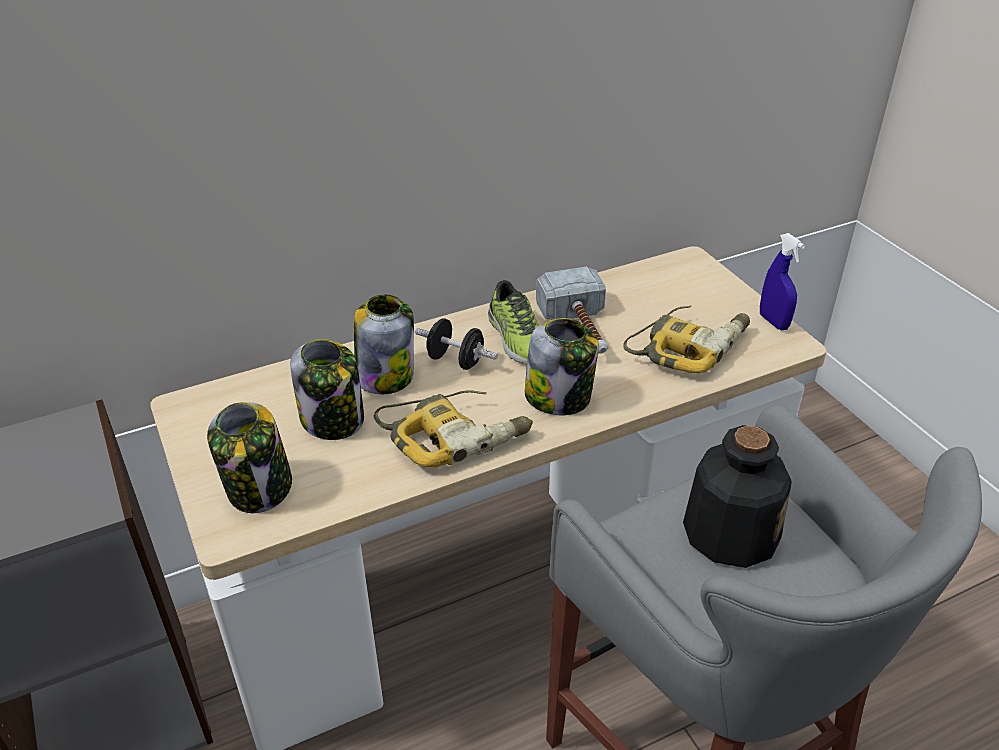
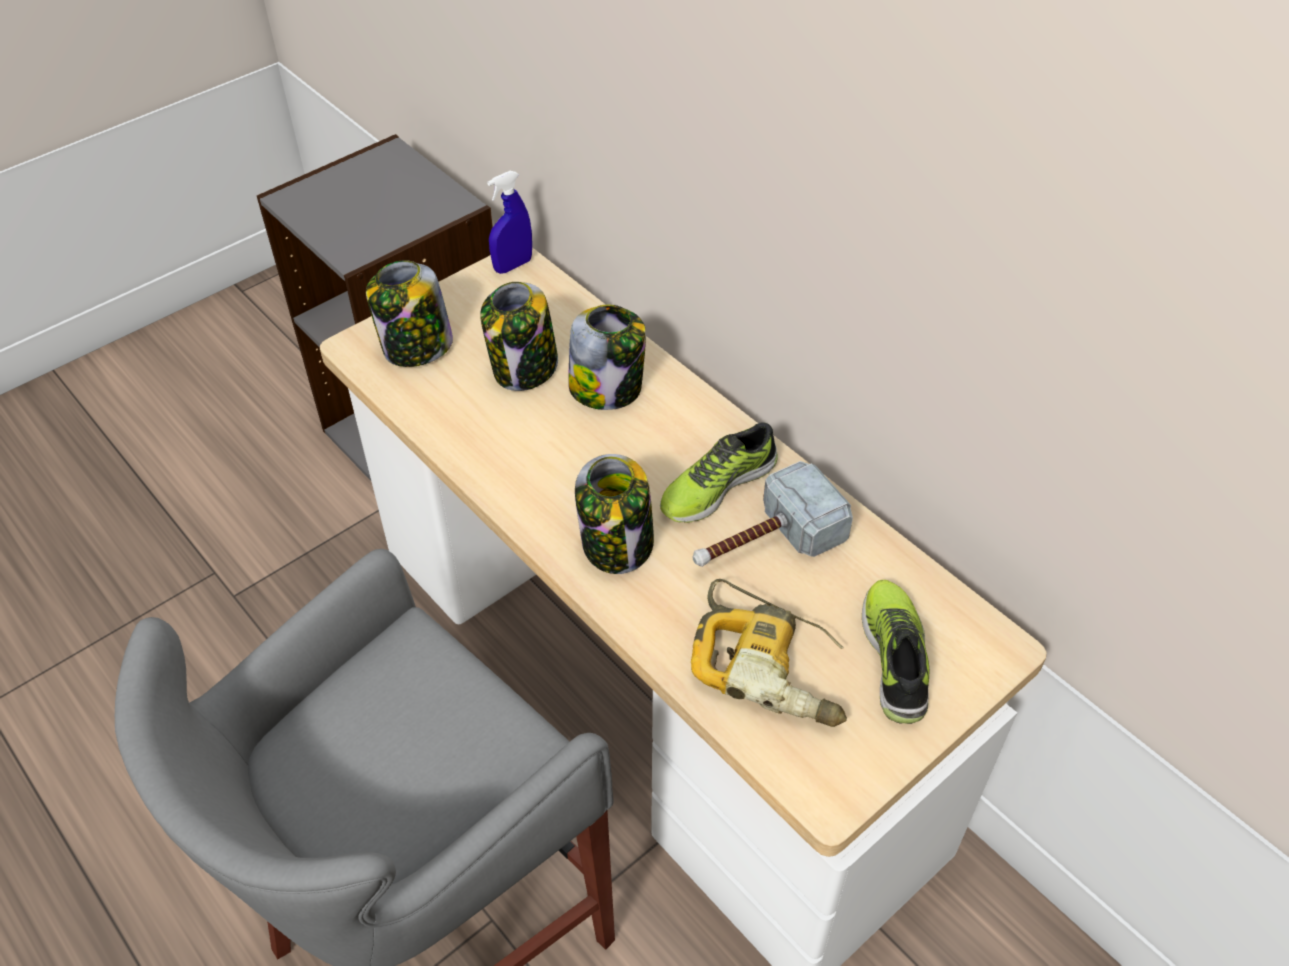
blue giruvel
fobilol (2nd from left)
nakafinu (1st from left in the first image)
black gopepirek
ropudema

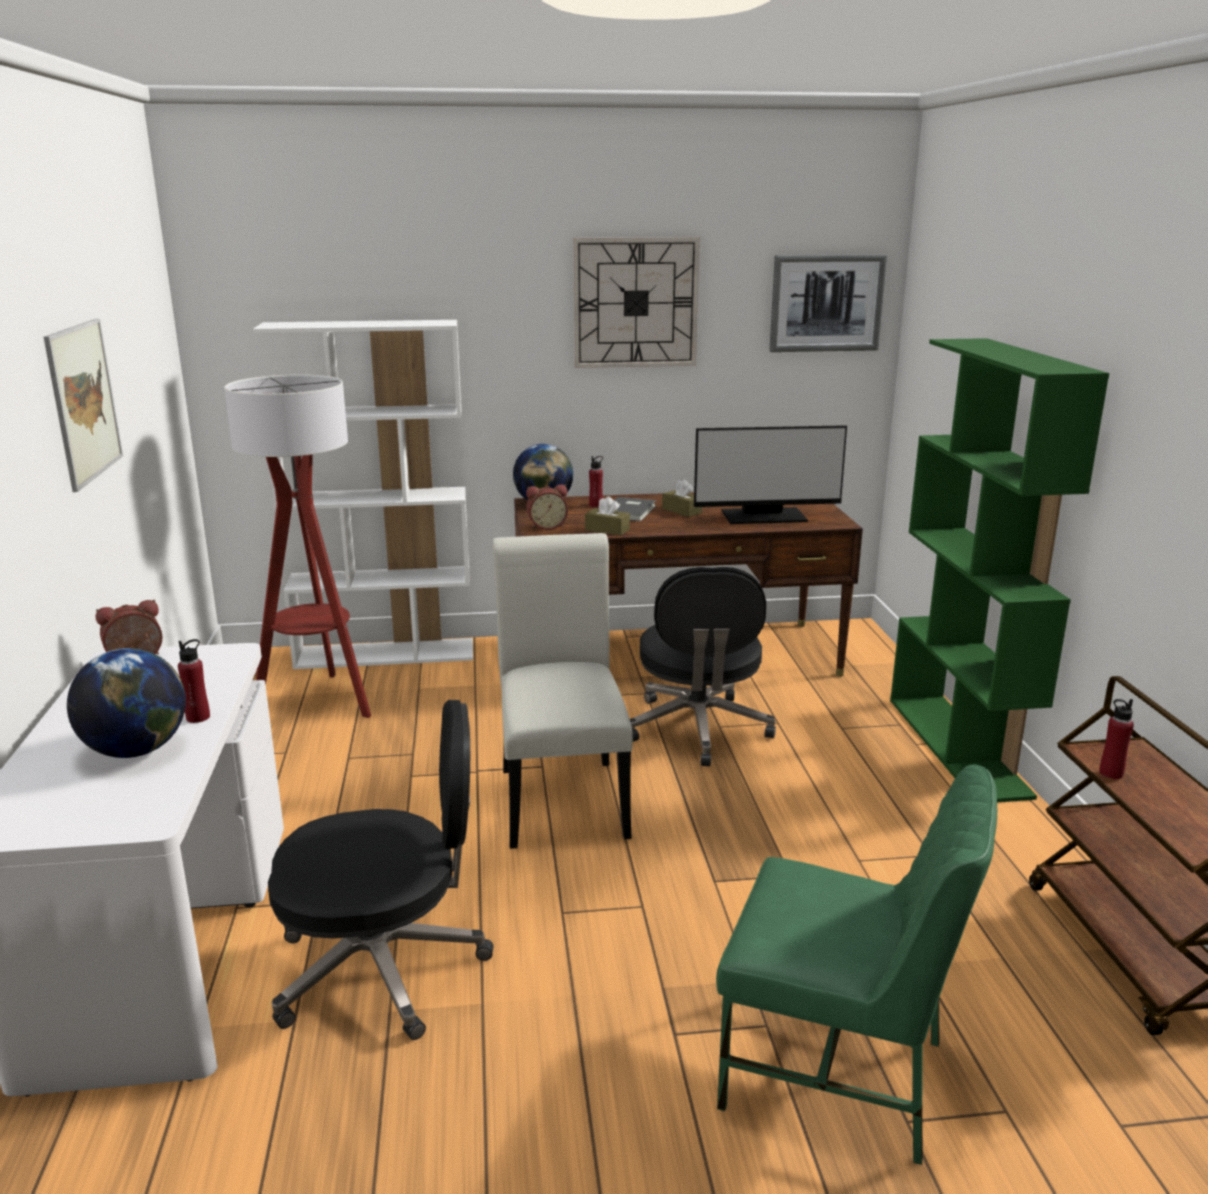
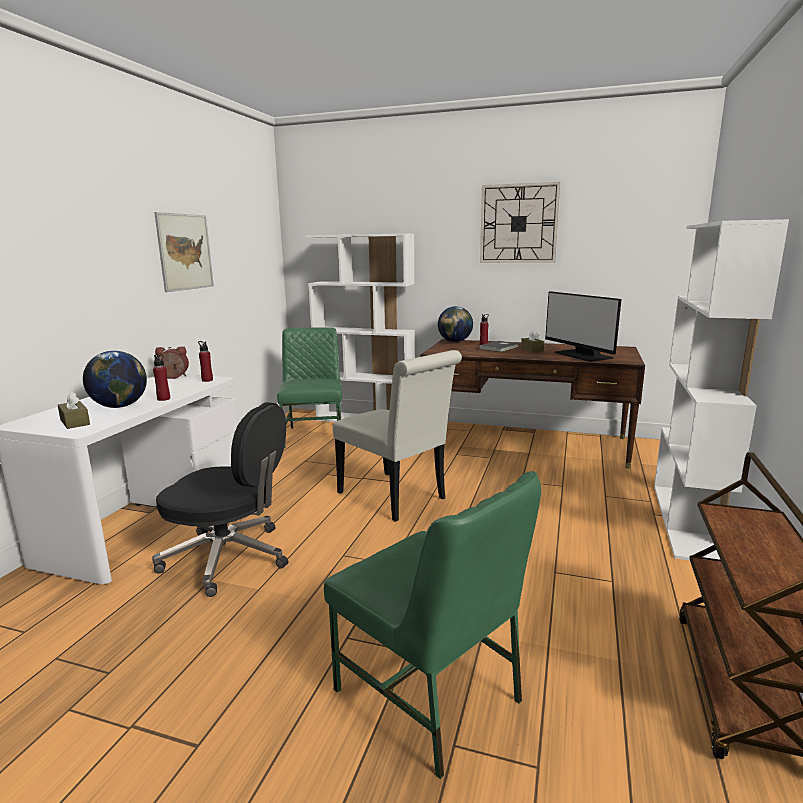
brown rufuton (1st from left)
red ropudema (2nd from left)
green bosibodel (1st from left)
white bosibodel
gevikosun
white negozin (2nd from left)
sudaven (2nd from left in the first image)
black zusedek (2nd from left in the first image)
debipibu (2nd from left in the first image)

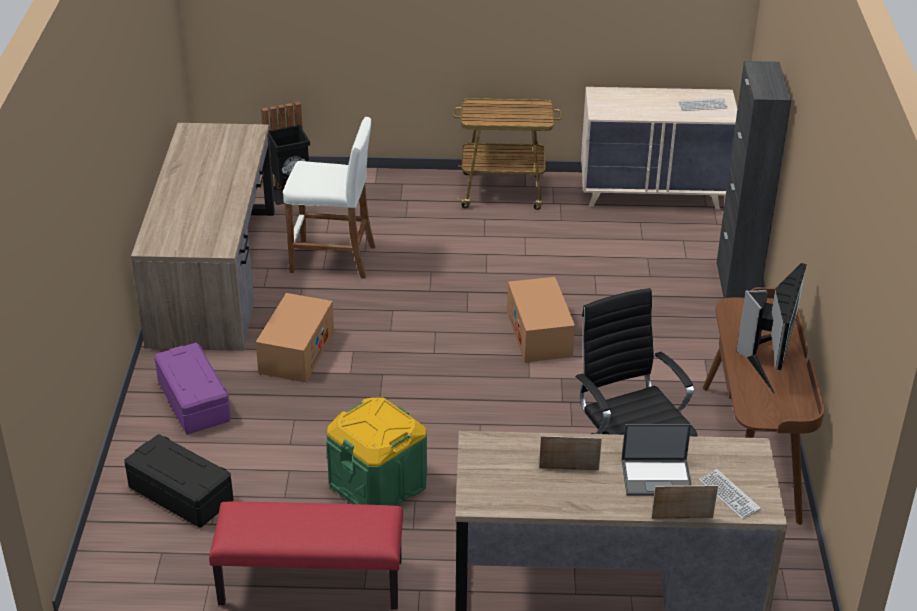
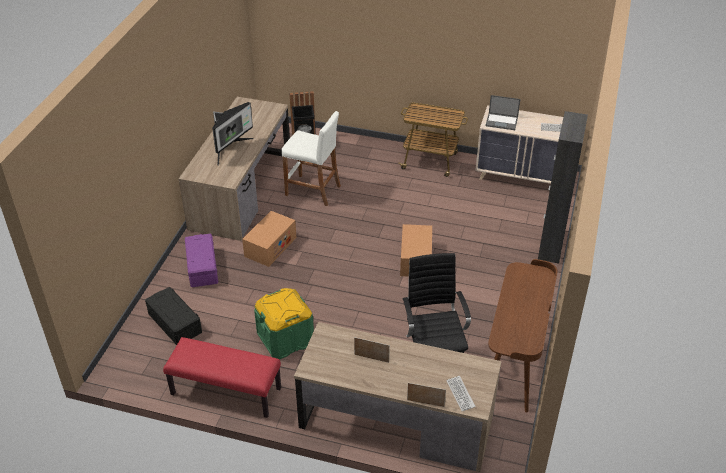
gevikosun
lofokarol

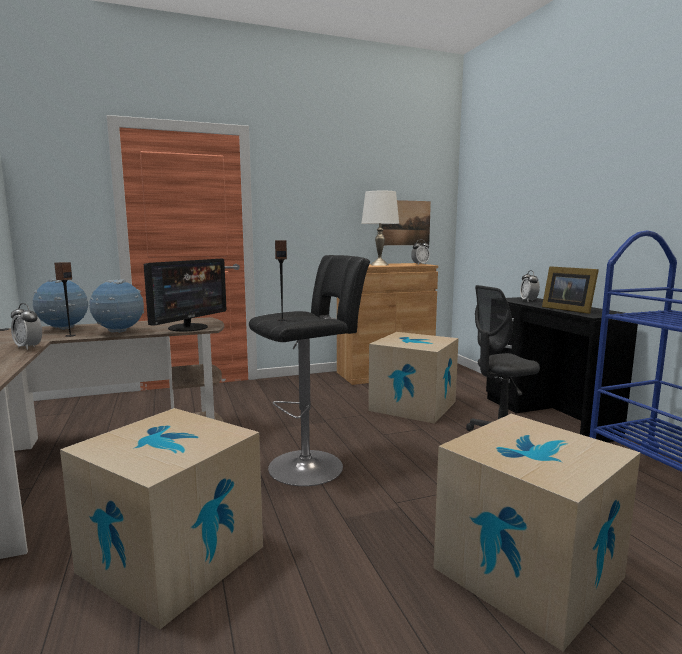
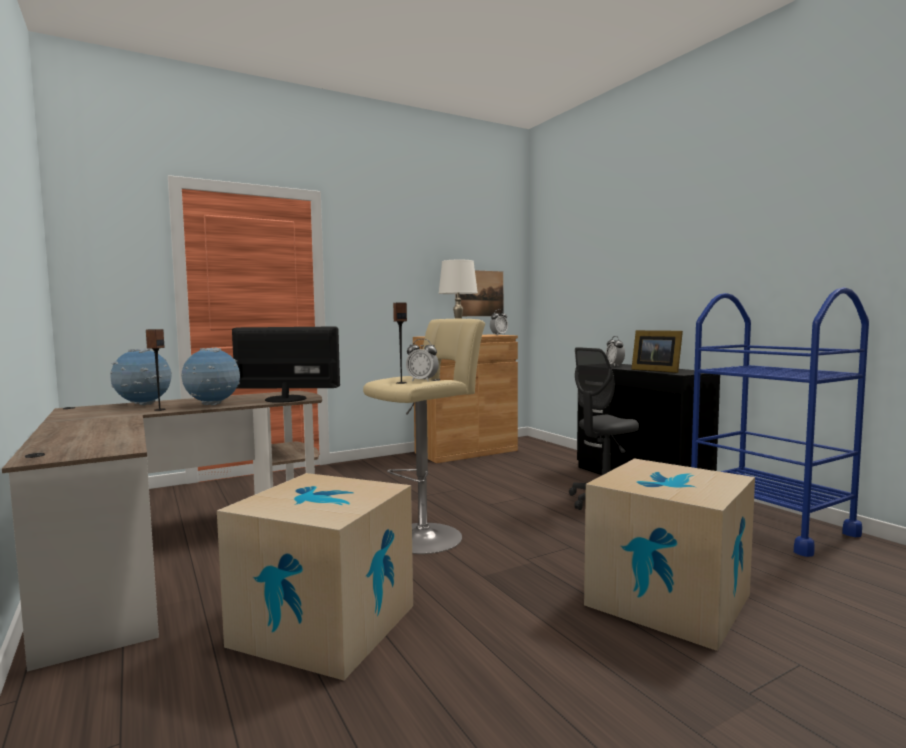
gevikosun
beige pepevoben
sudaven (1st from left)
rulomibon (2nd from left in the first image)

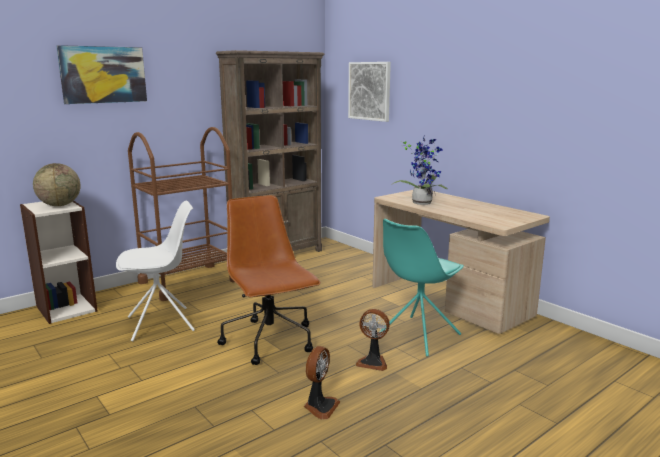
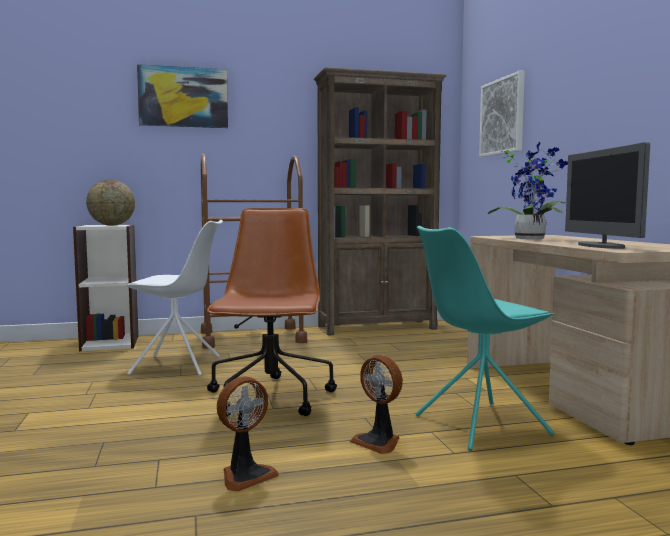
gevikosun

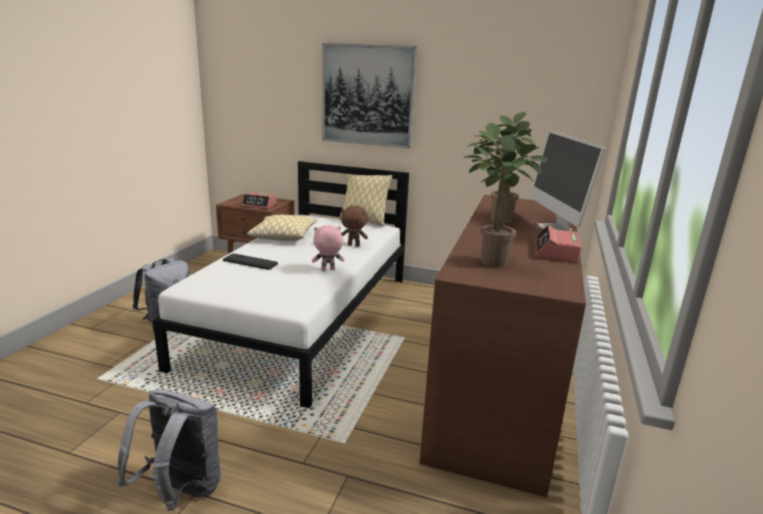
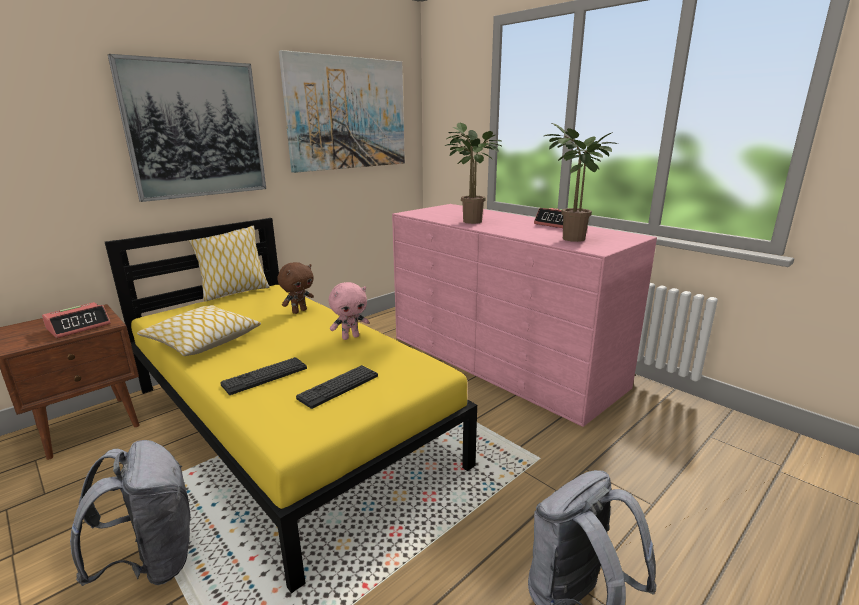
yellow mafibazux
debipibu (2nd from left)
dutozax (2nd from left)
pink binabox
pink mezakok
gevikosun

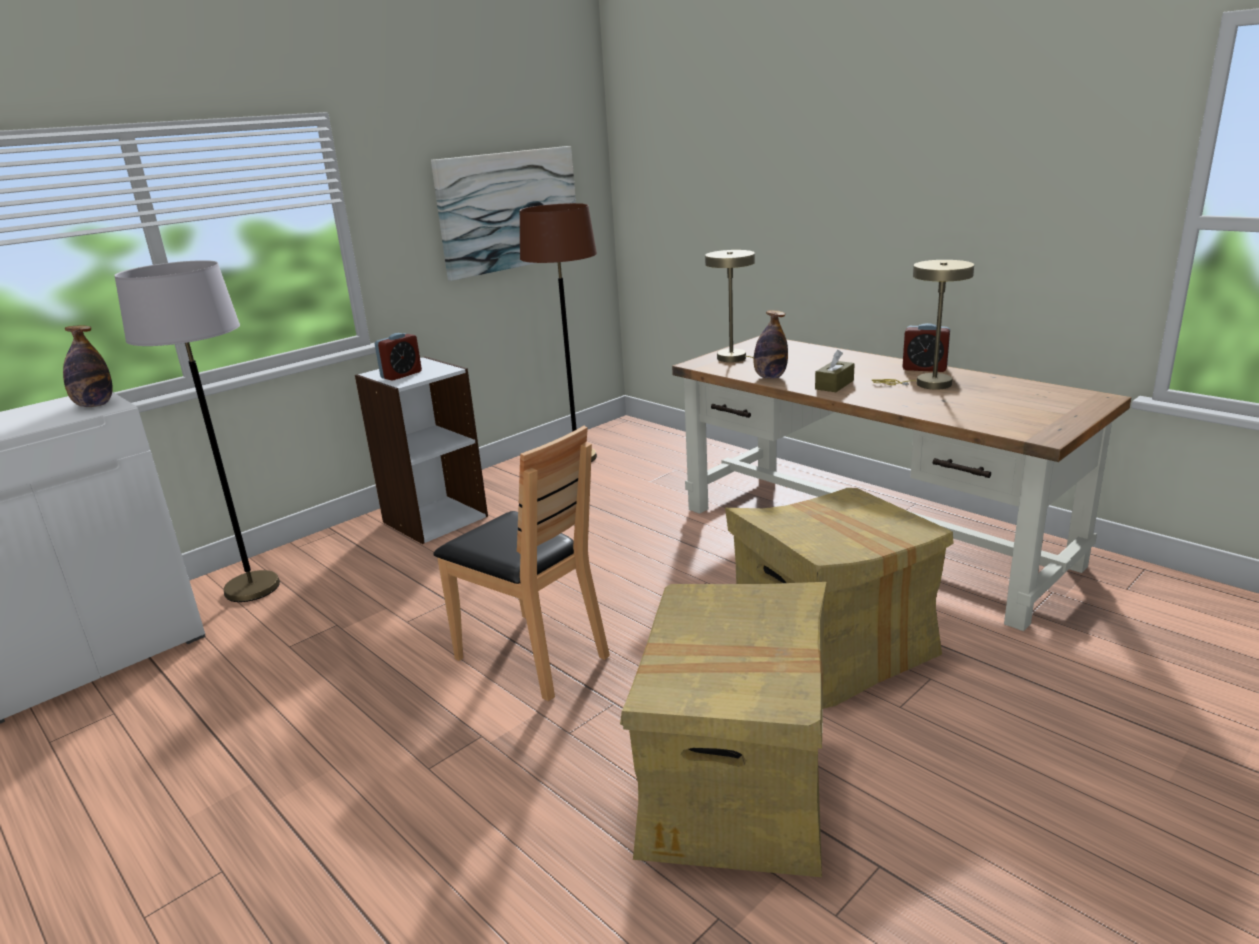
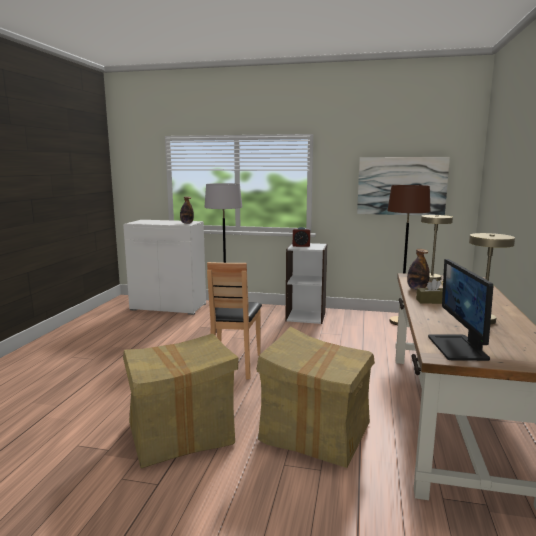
gevikosun
sudaven (2nd from left in the first image)

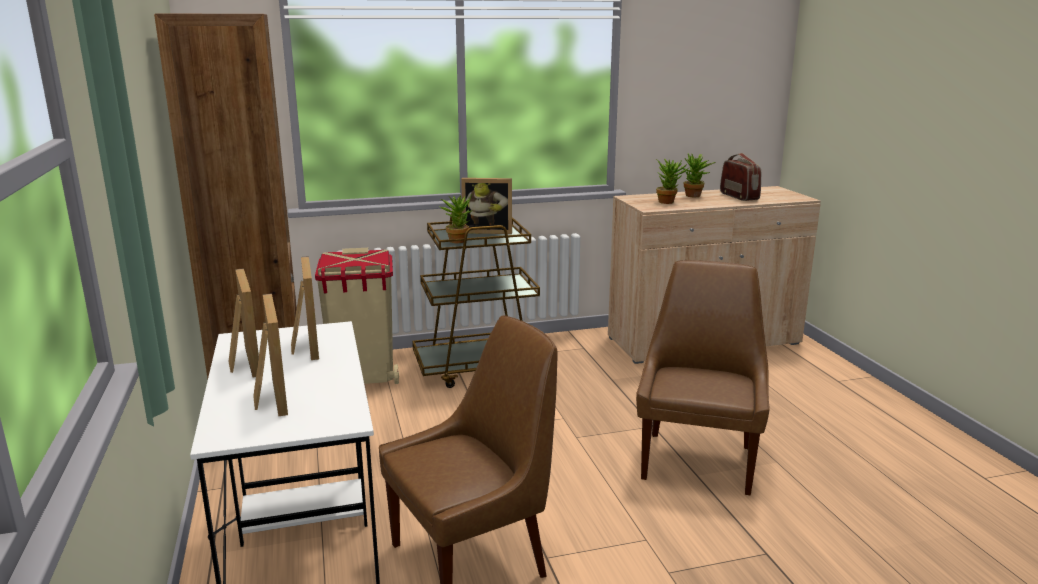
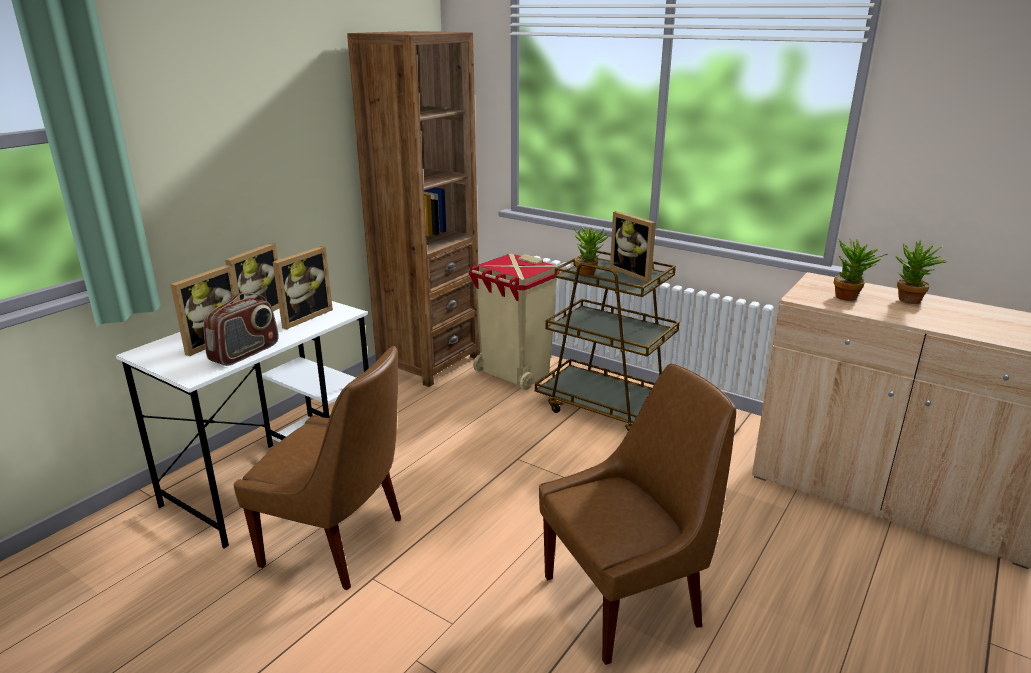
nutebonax

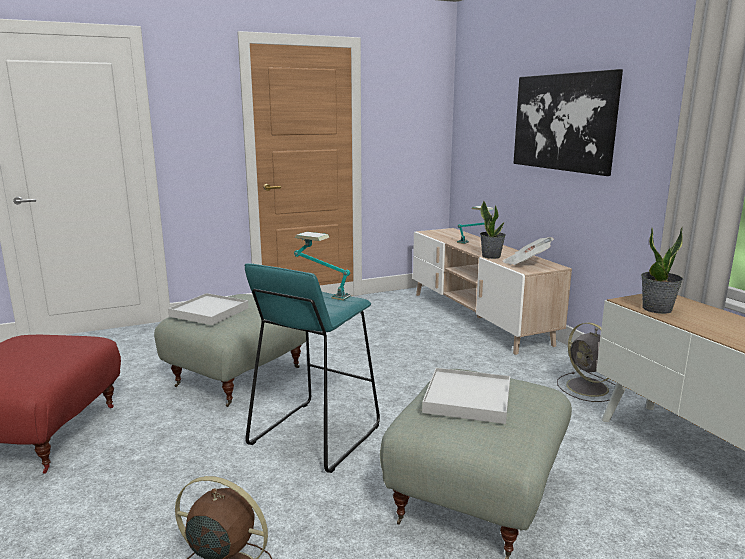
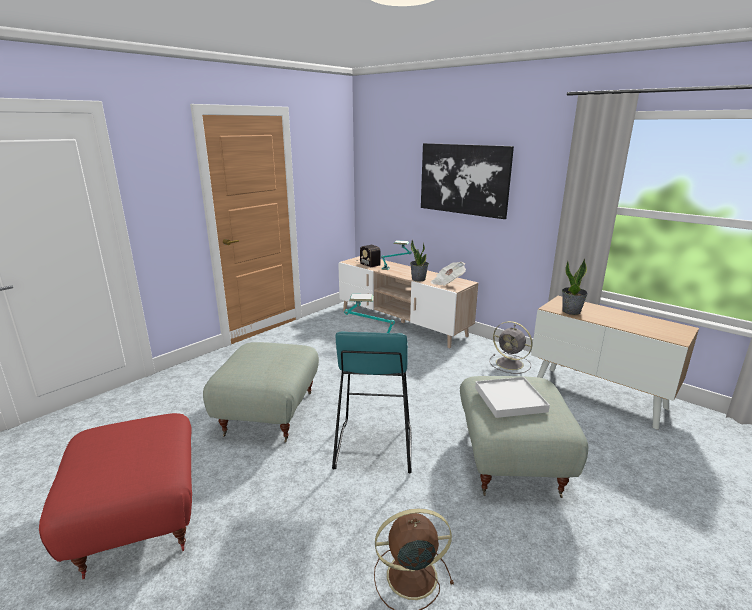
nutebonax
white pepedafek (1st from left in the first image)

